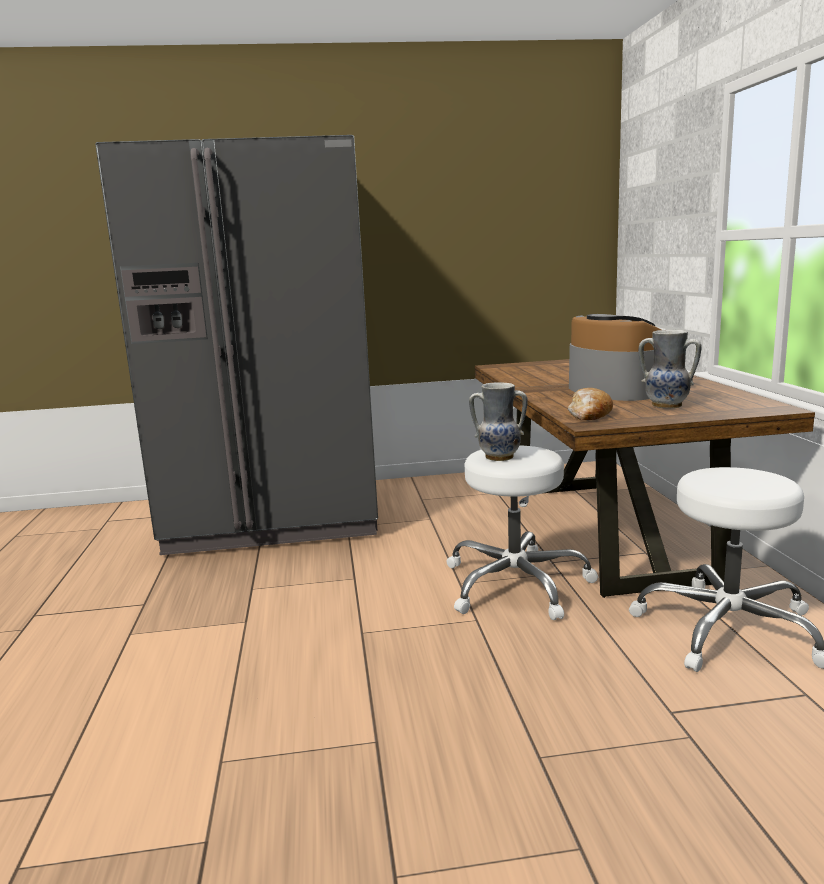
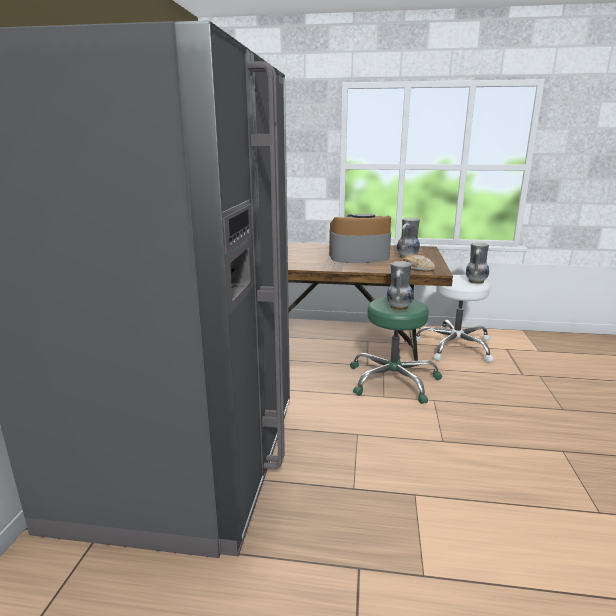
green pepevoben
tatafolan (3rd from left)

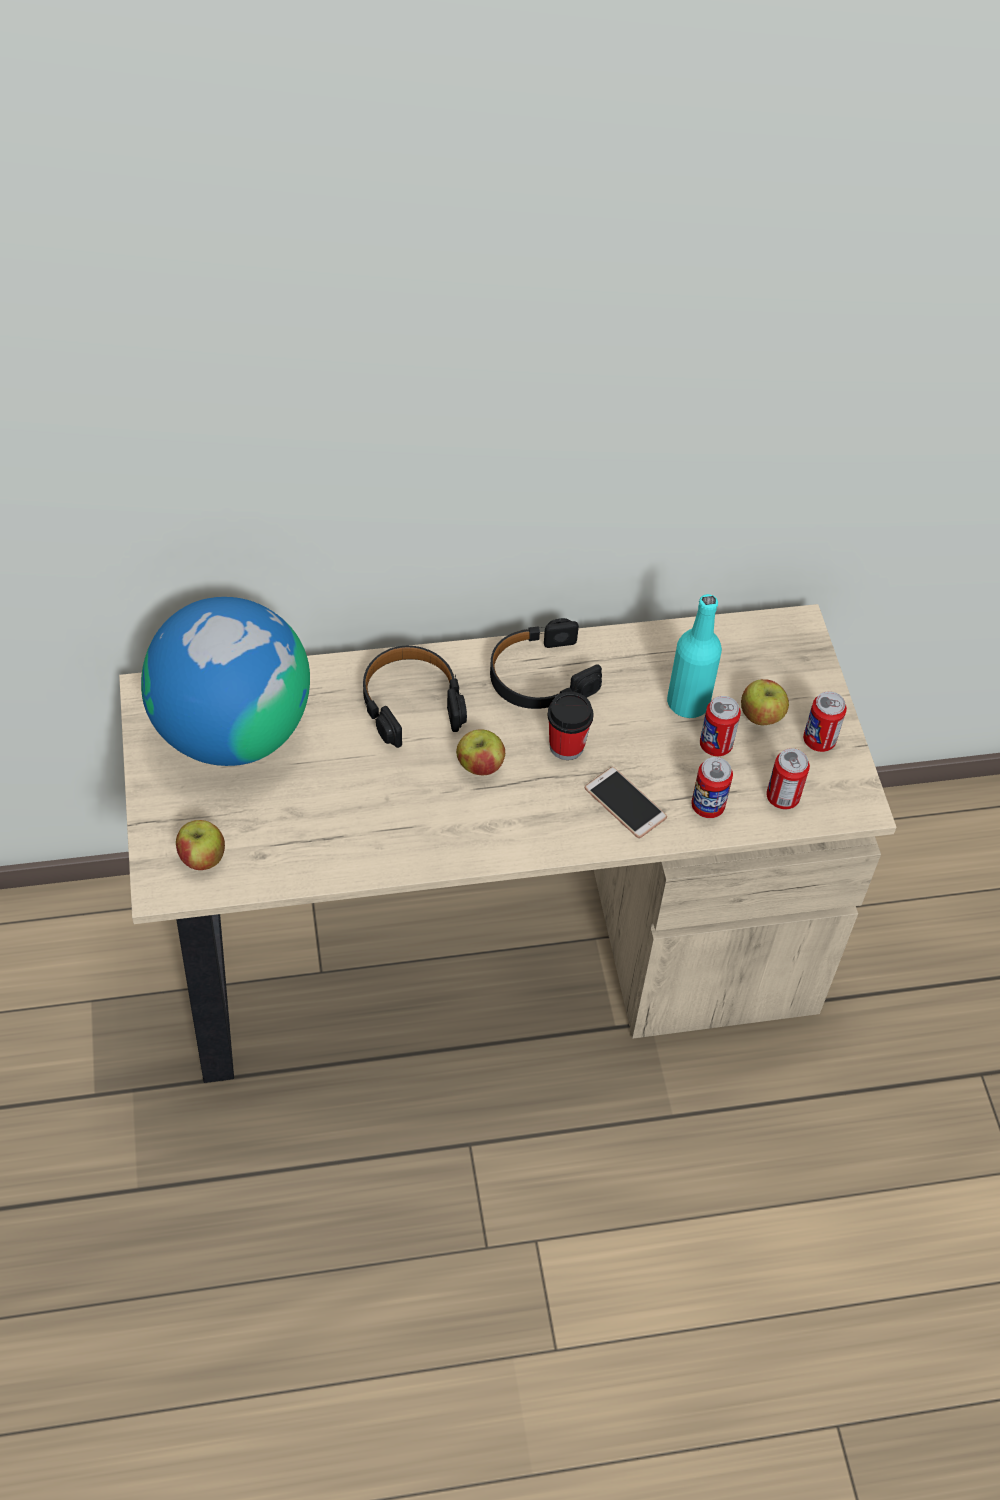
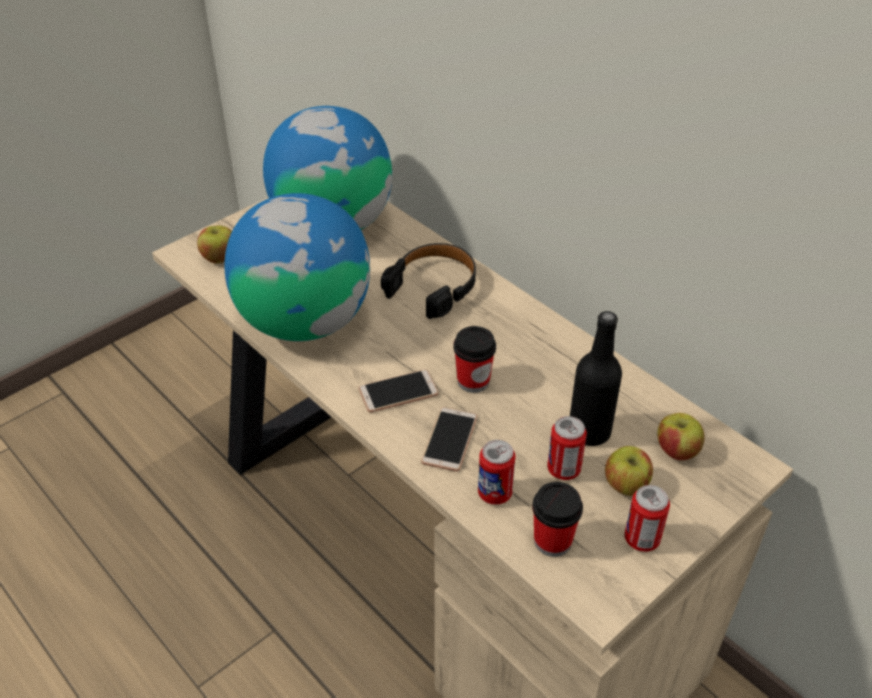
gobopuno (1st from left)
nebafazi (1st from left)
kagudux (2nd from left)
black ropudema
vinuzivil (3rd from left)
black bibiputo (2nd from left in the first image)

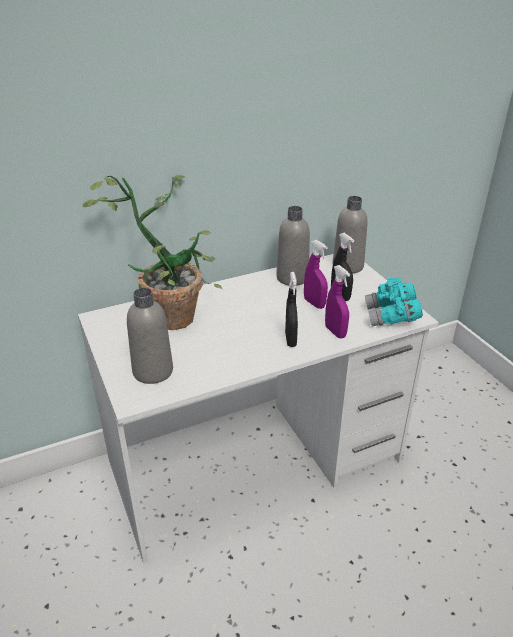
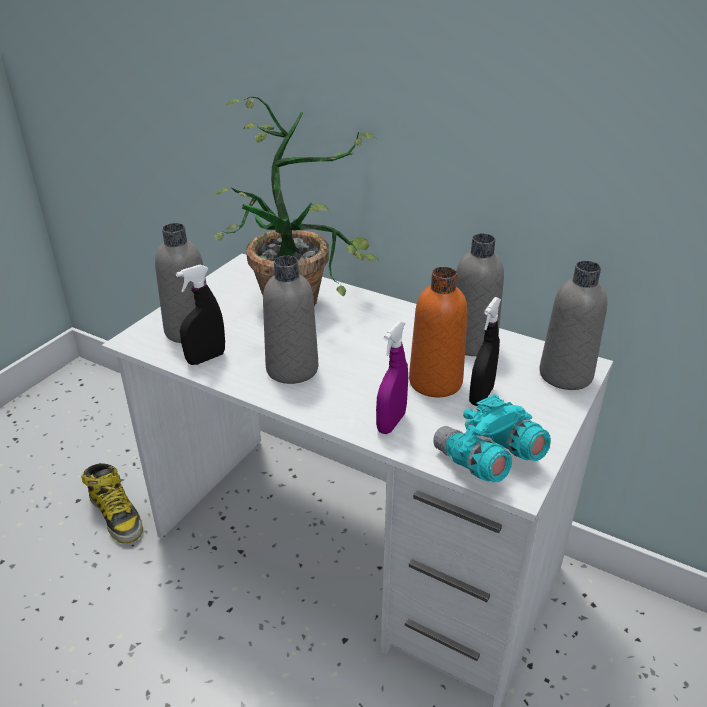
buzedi
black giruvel (1st from left)
grey ropudema (2nd from left)
orange ropudema

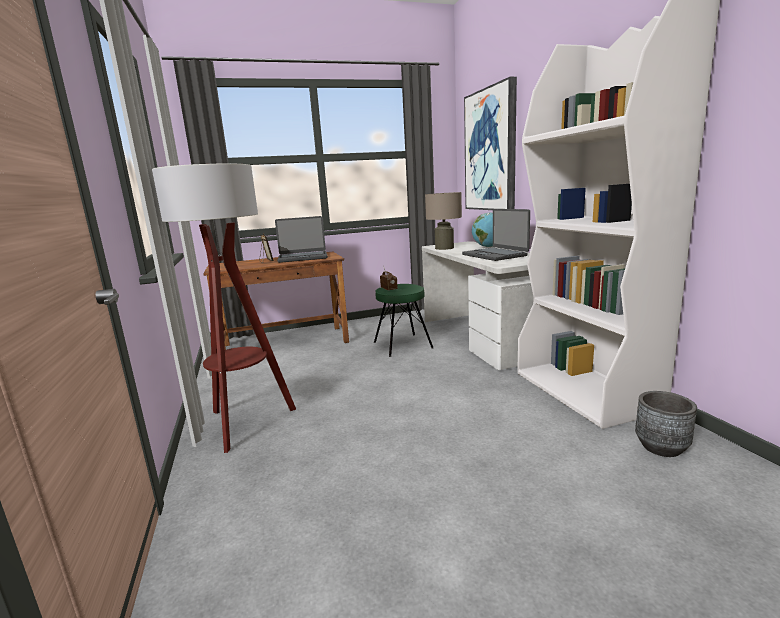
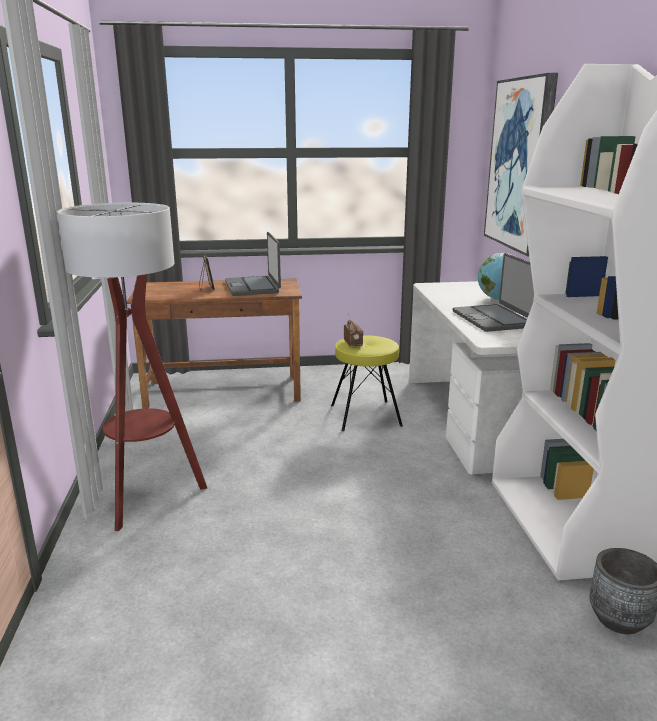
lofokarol (1st from left)
yellow pepevoben
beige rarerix

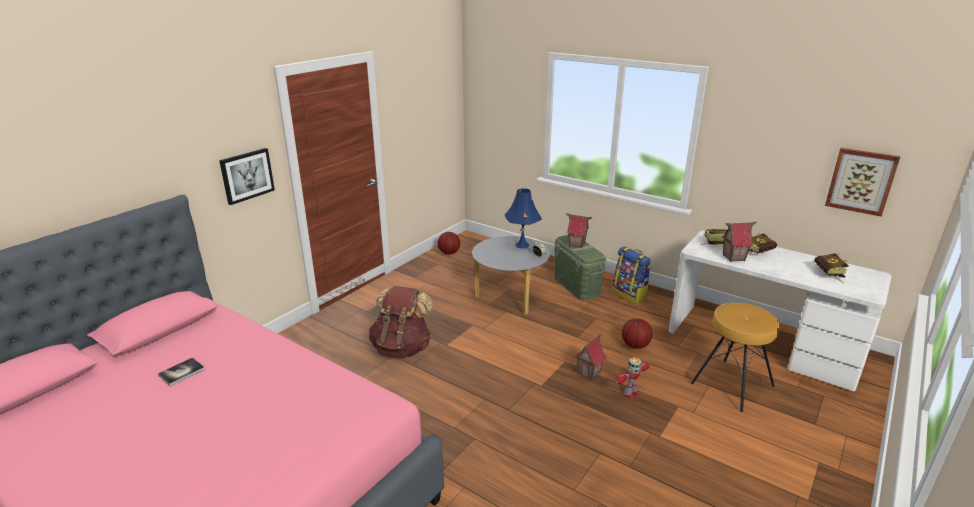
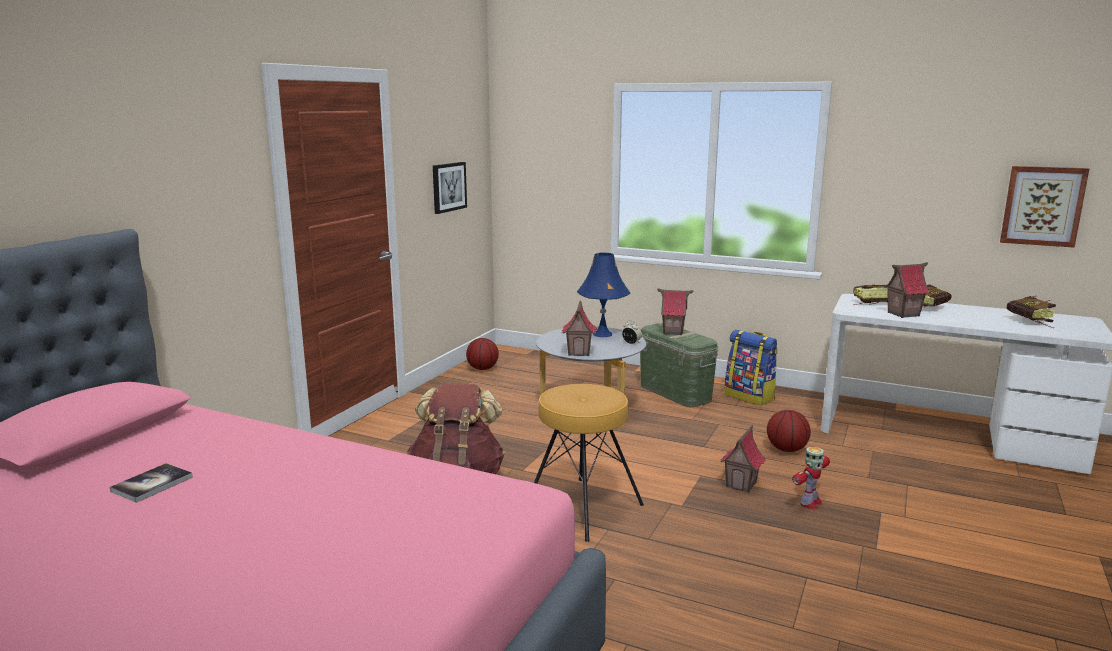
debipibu (1st from left)
brown pepevoben
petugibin (1st from left)

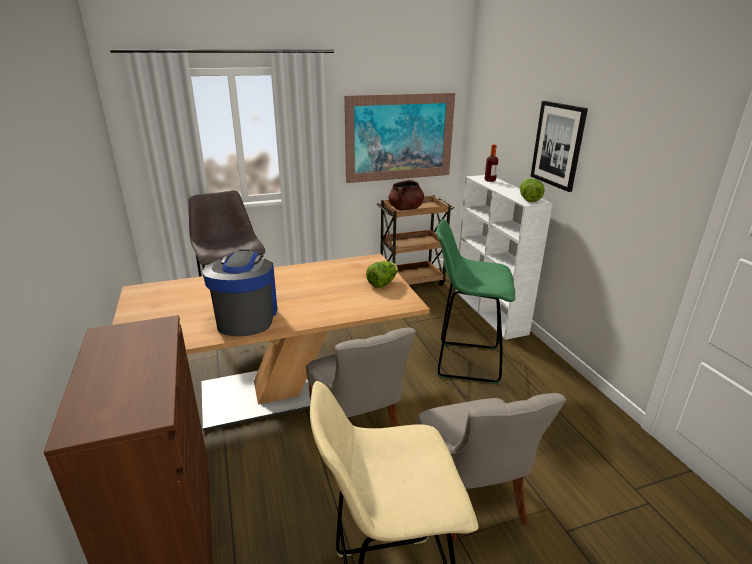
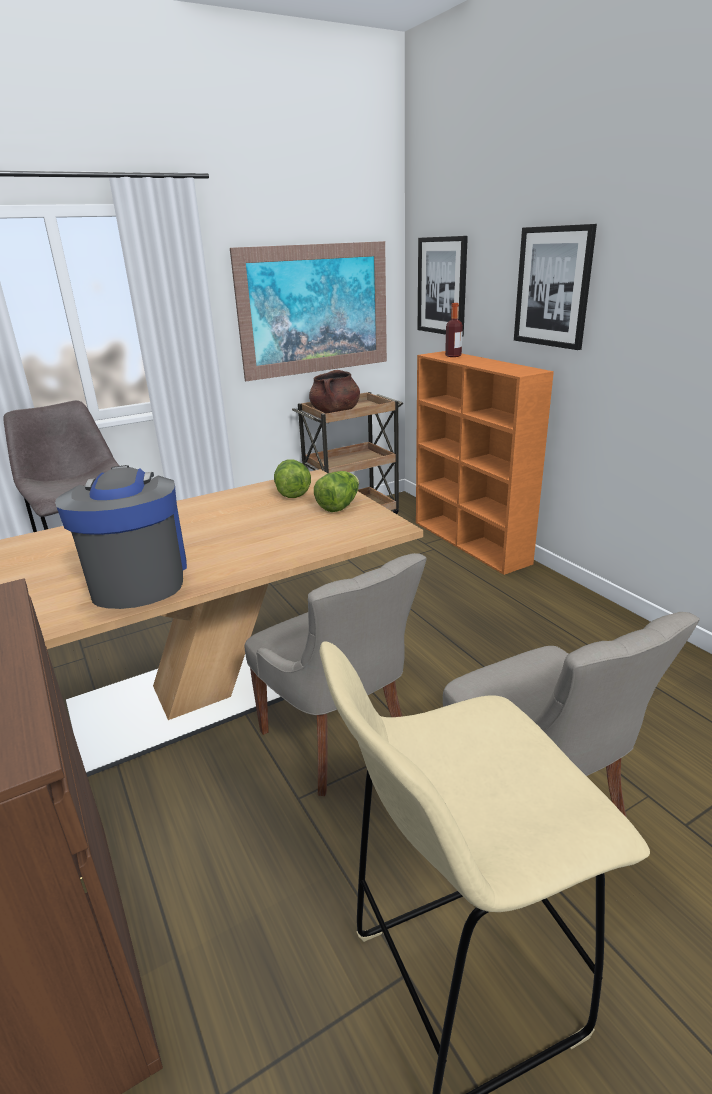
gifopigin (1st from left)
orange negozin
debipibu (2nd from left)
green pepevoben

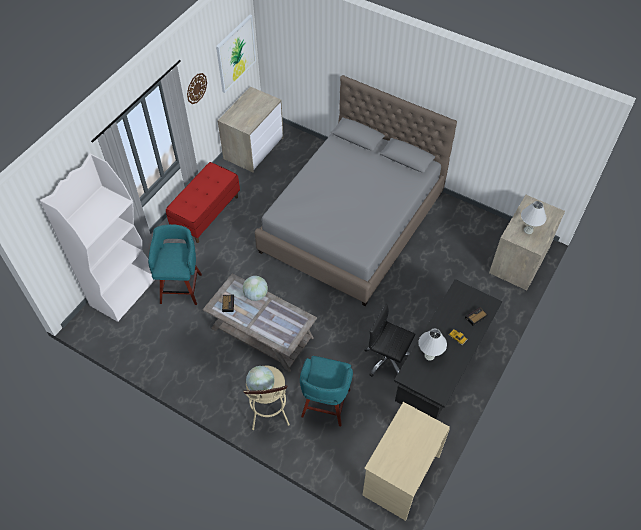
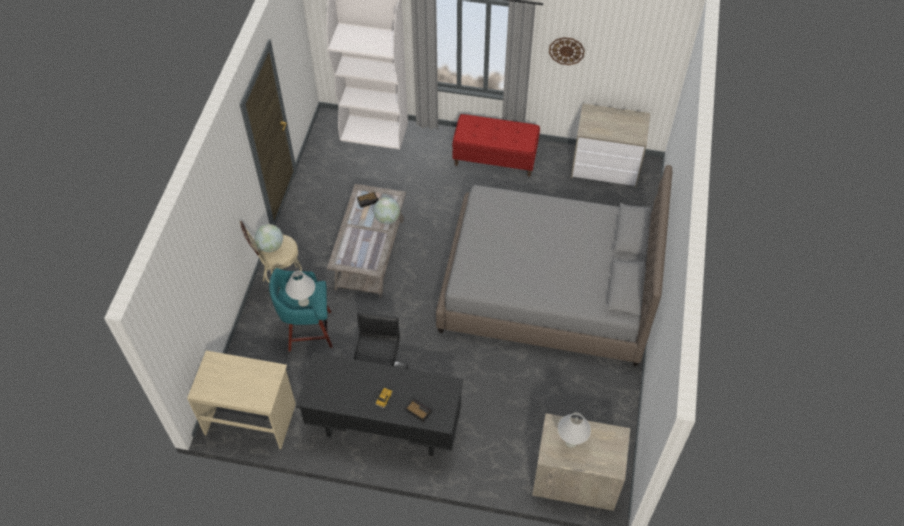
white rarerix (1st from left)
turquoise pepevoben (1st from left in the first image)
debipibu

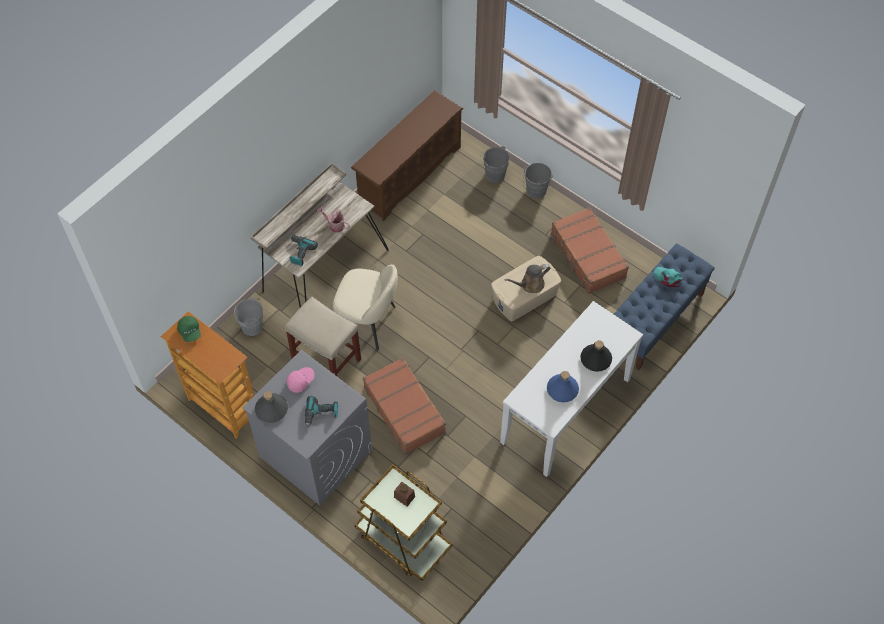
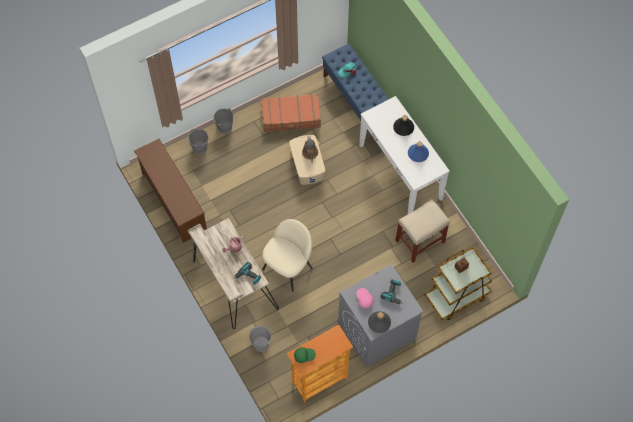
beige pepevoben
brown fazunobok (1st from left in the first image)

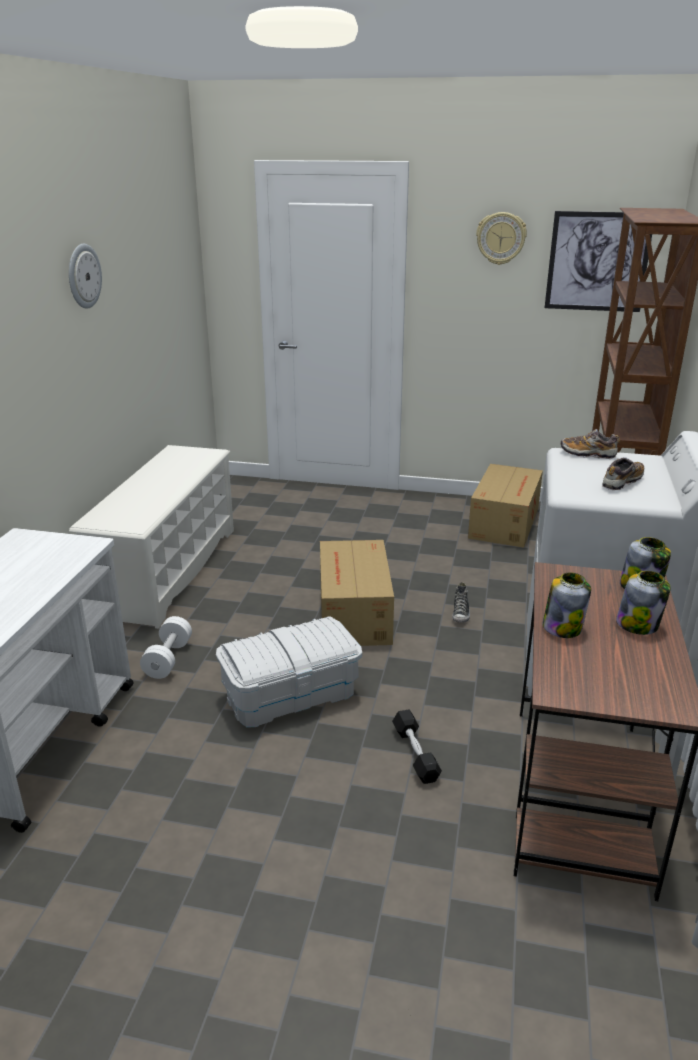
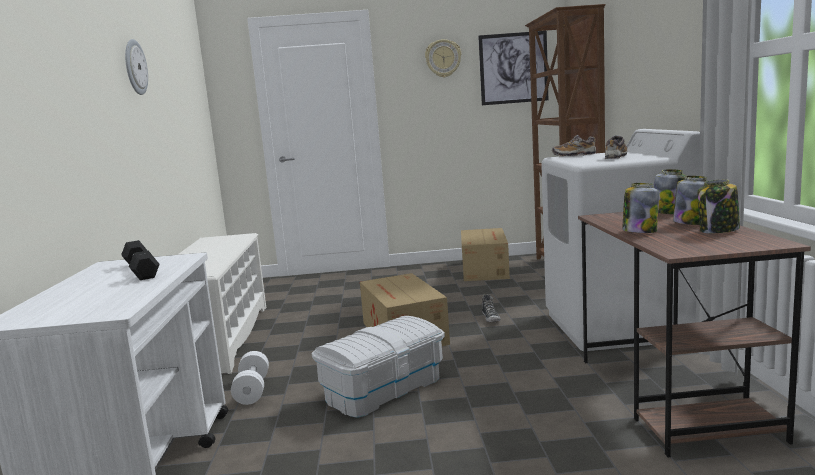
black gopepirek
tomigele (4th from left)

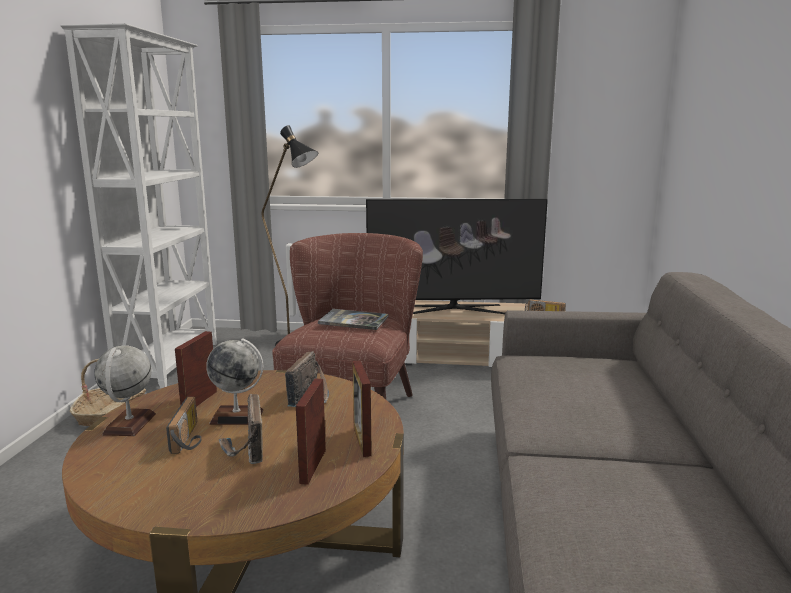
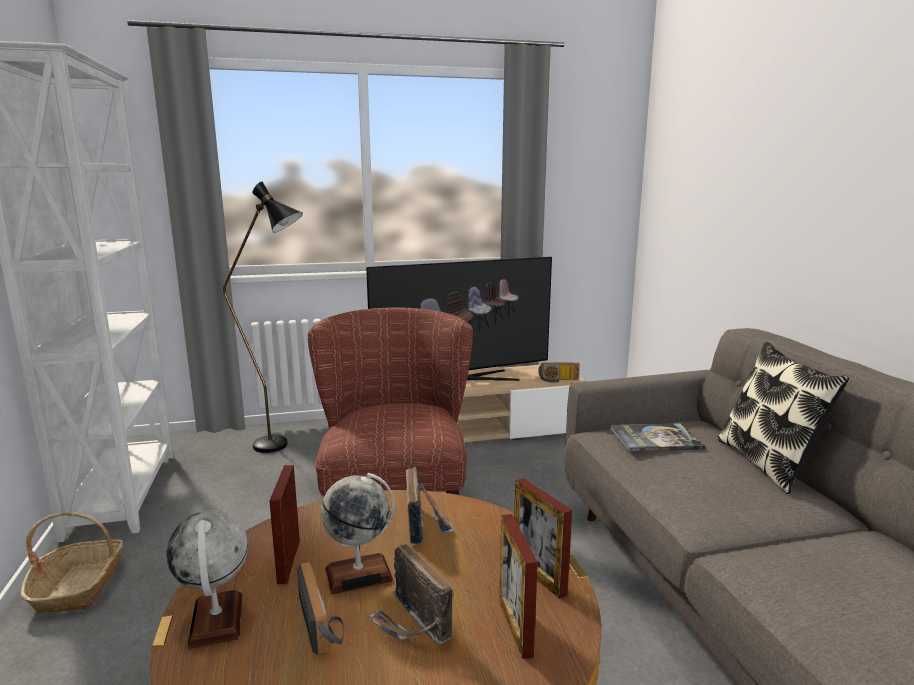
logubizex
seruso

